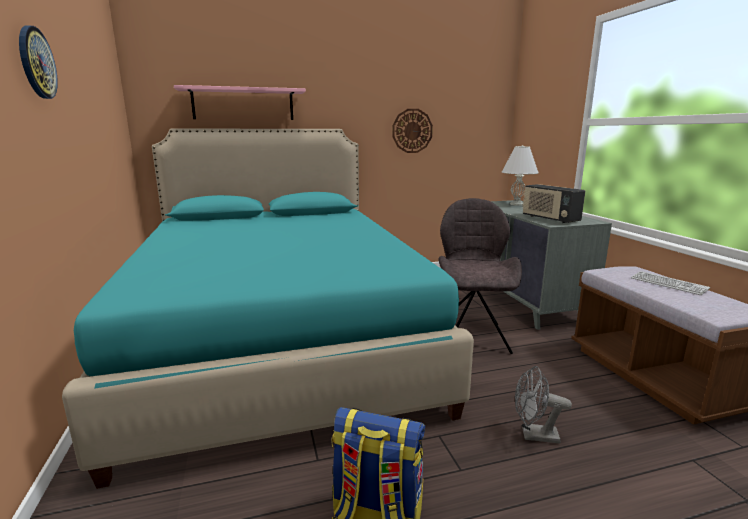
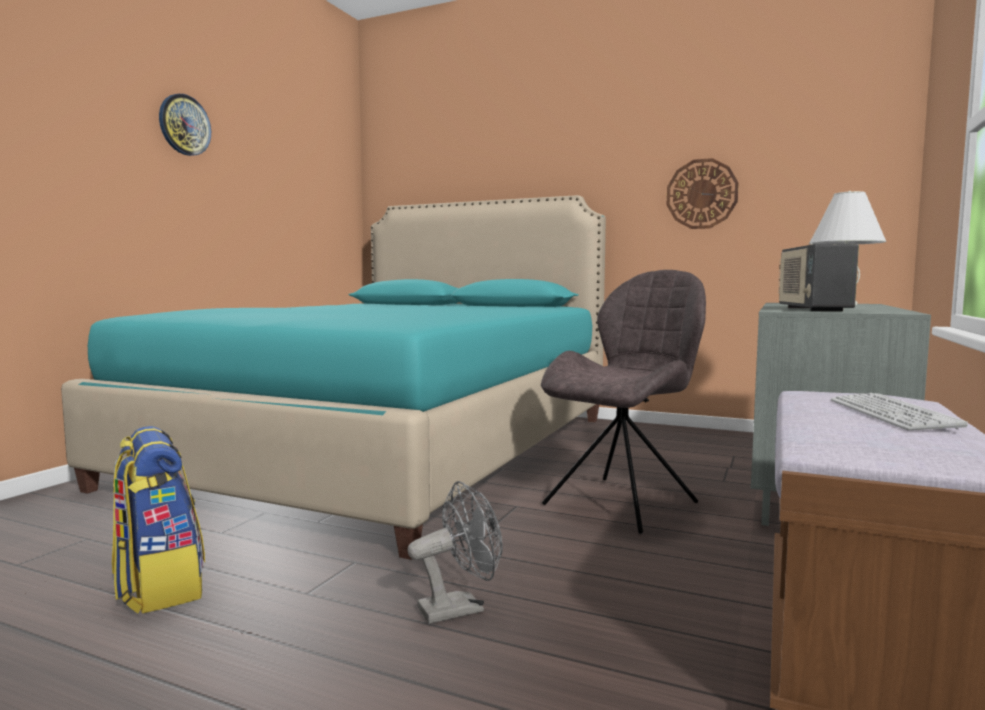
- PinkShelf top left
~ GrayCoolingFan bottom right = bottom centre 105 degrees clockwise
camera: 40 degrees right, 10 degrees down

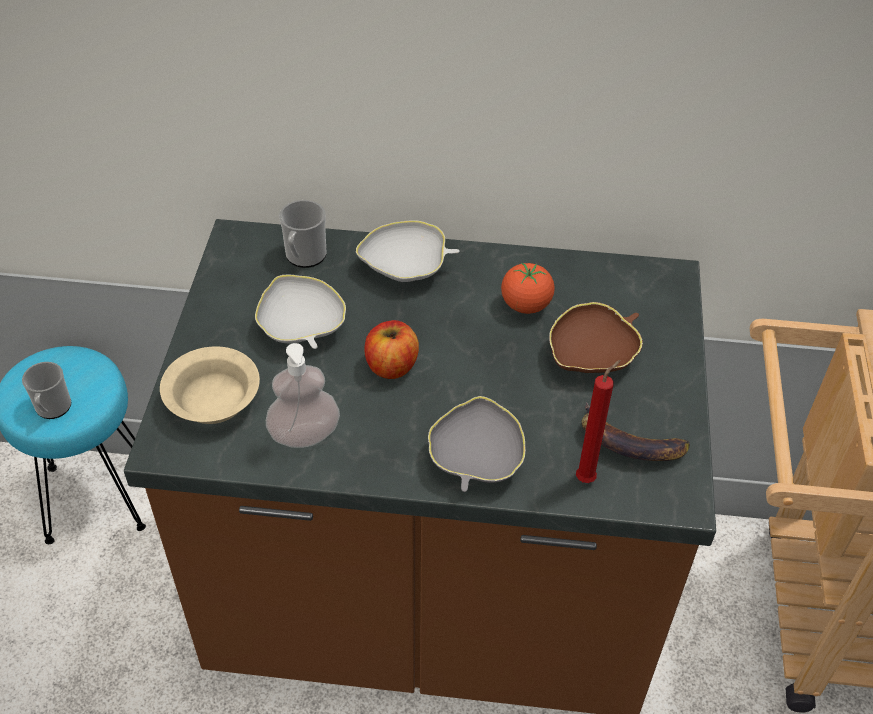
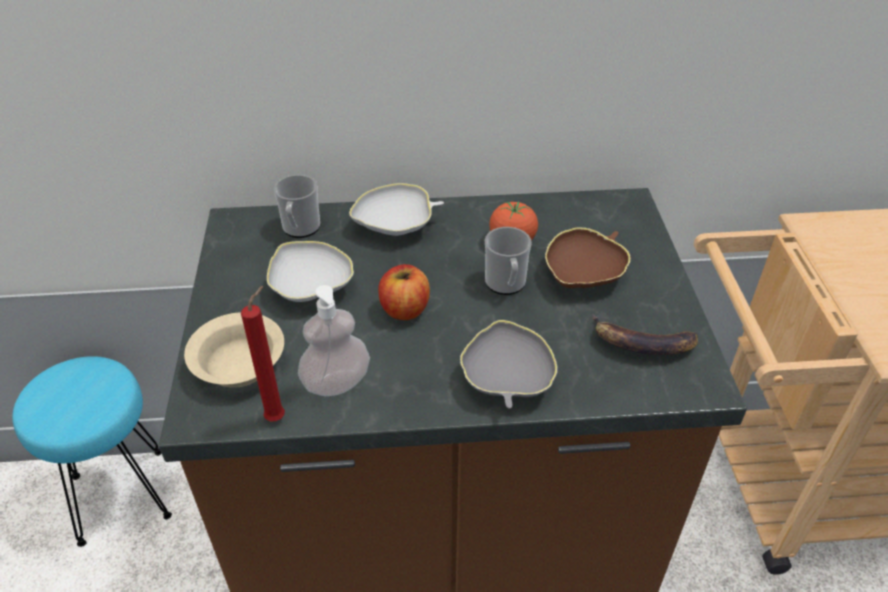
~ TeaMug (1st from left in the first image) middle left to TeaMug (2nd from left) centre
~ RedColouredCandle middle right to middle left
camera: 10 degrees left, 5 degrees down

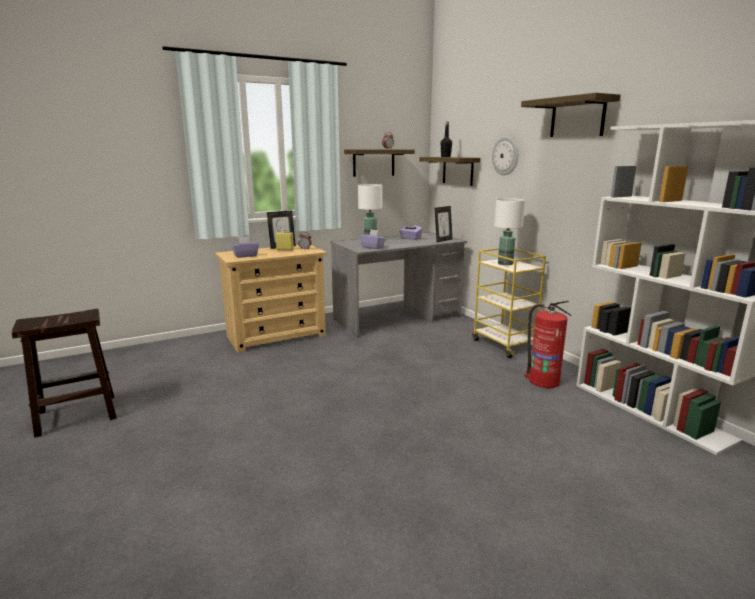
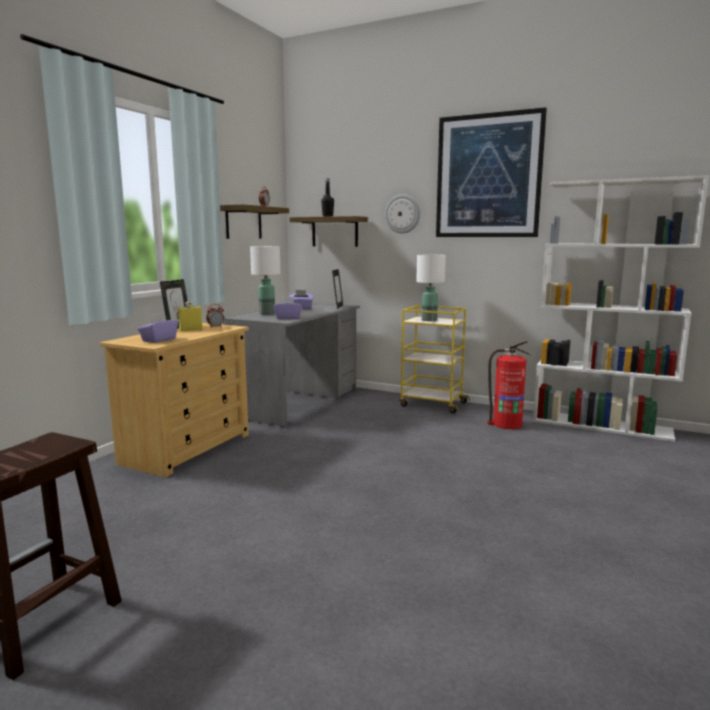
~ Shelf (3rd from left) top right to Picture top right
camera: 35 degrees left, 5 degrees down

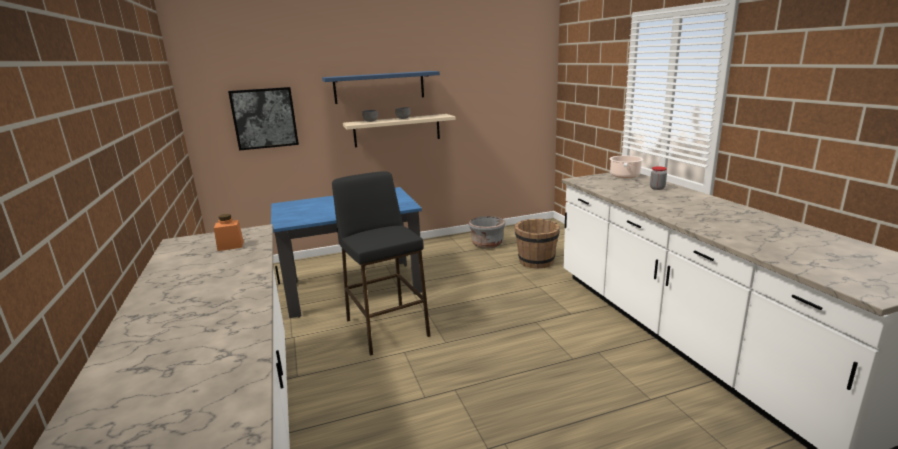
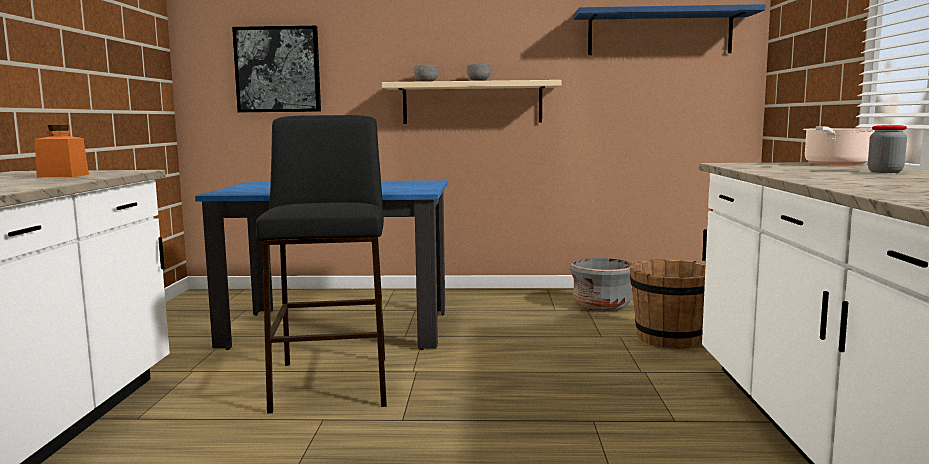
~ BlueShelf top centre to top right
camera: 20 degrees right, 10 degrees down

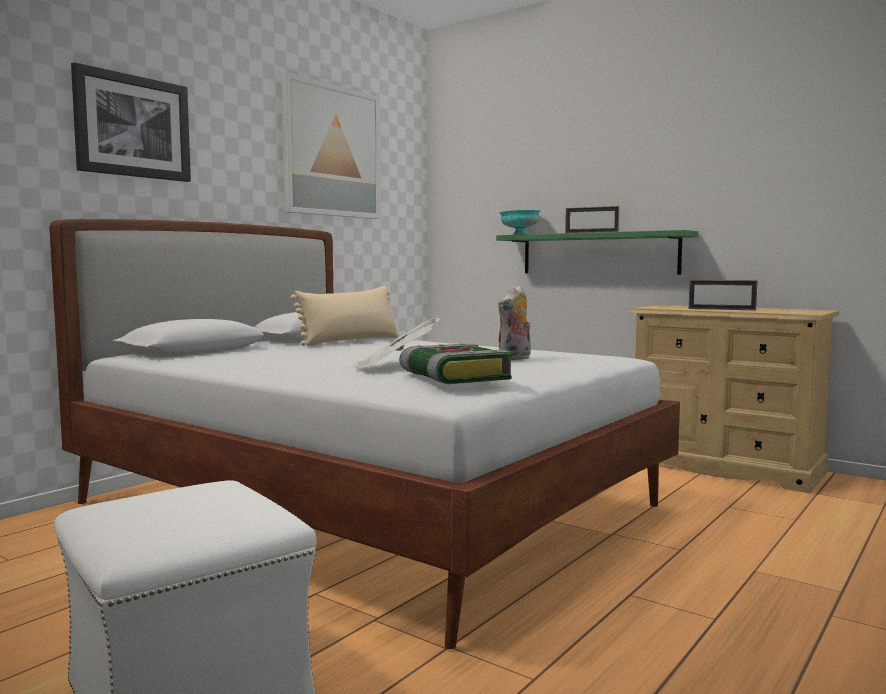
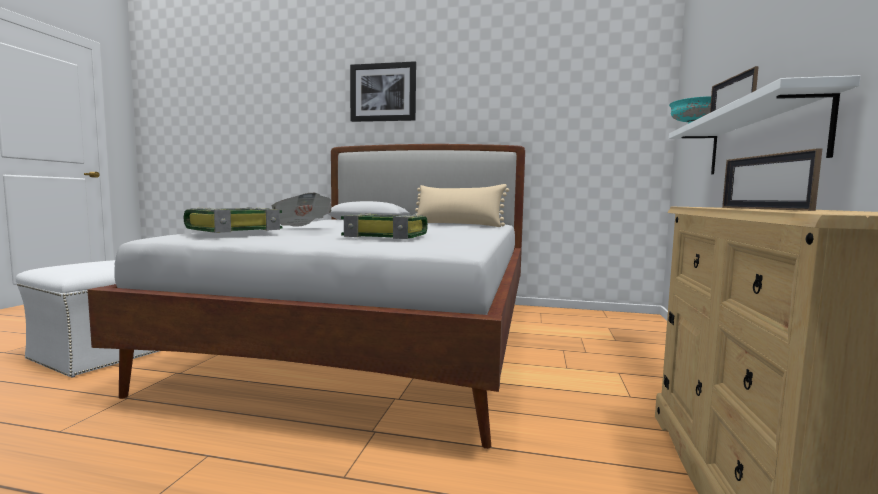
- Picture (2nd from left) top centre
~ GreenColouredShelf middle right to WhiteColouredShelf top right
~ SoftToy centre to Book (2nd from left) centre
camera: 65 degrees right, 0 degrees up

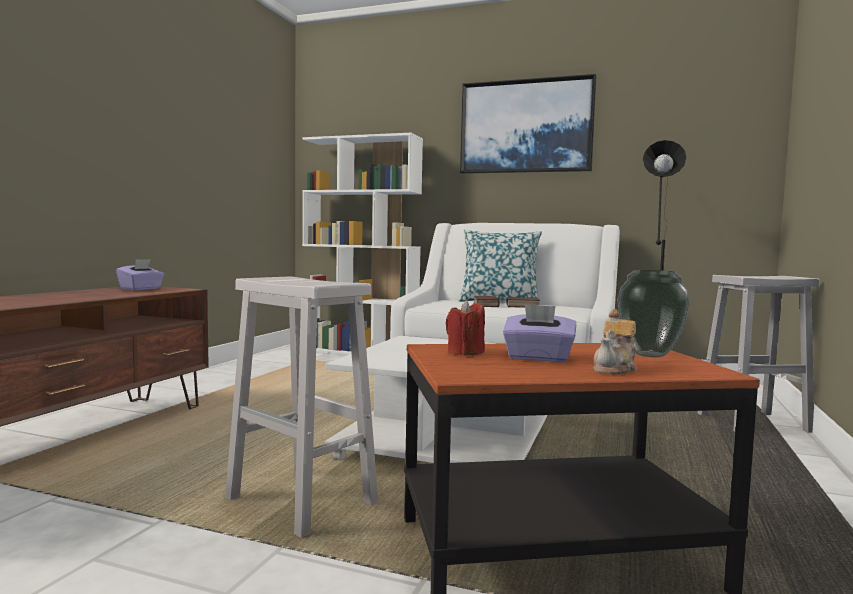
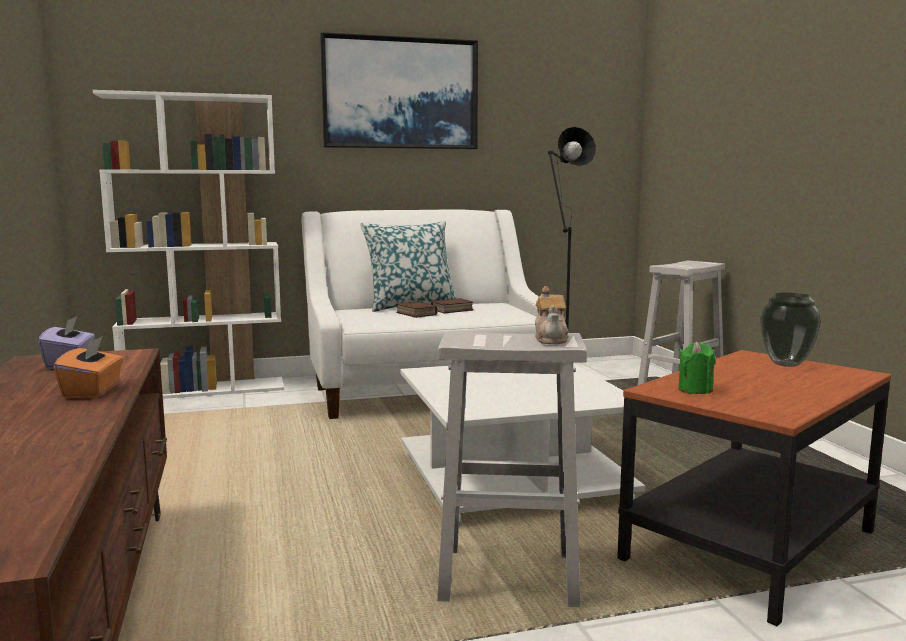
~ RedColouredCandle centre to GreenColouredCandle middle right
- PurpleColouredBoxOfTissues (2nd from left) centre
~ TeaPot middle right to centre
+ OrangeyBoxOfTissues middle left
camera: 35 degrees left, 5 degrees up

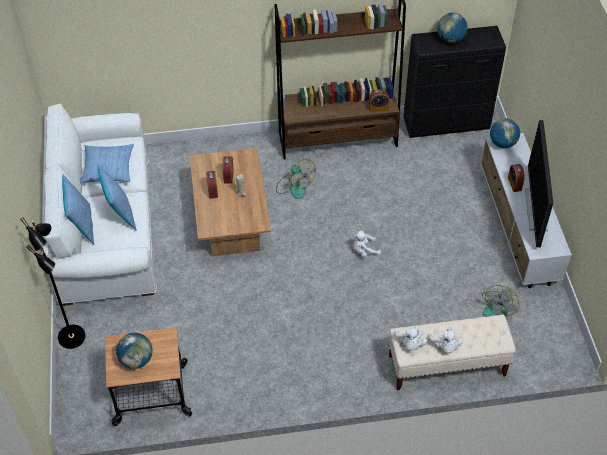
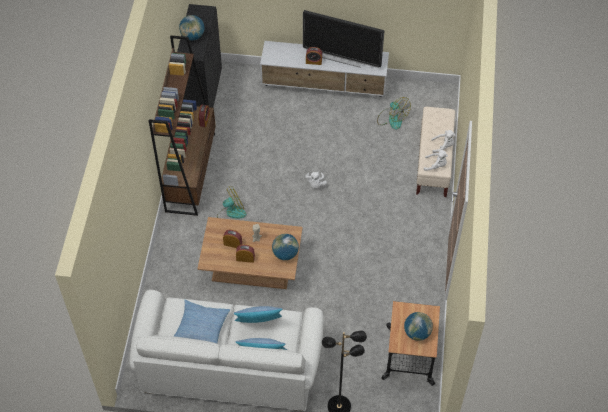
~ Globe (3rd from left in the first image) top right to Globe (2nd from left) centre
camera: 75 degrees left, 5 degrees up

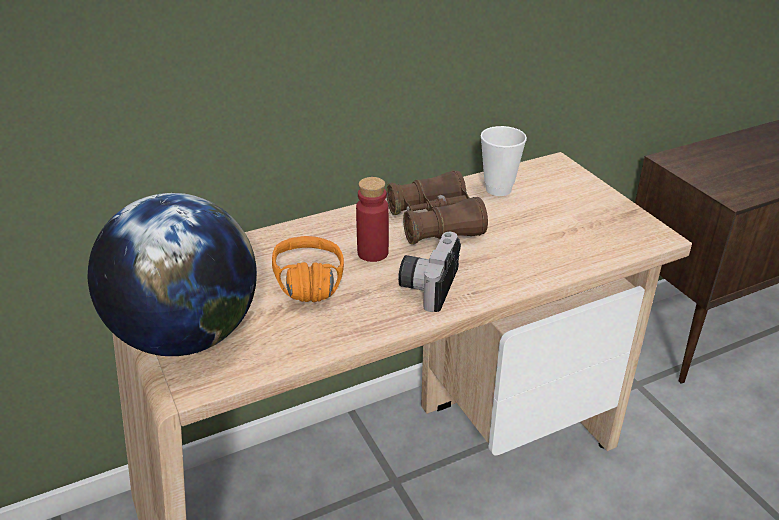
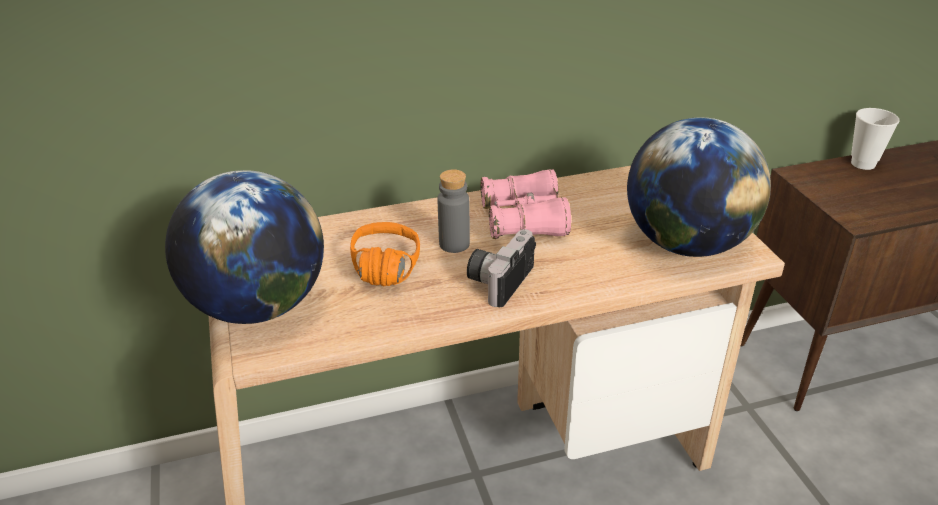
~ RedColouredBottle centre to GrayBottle centre
~ BrownPairOfBinoculars centre to PinkPairOfBinoculars centre
~ Cup top centre to top right
+ Globe (2nd from left) middle right
camera: 10 degrees right, 0 degrees up

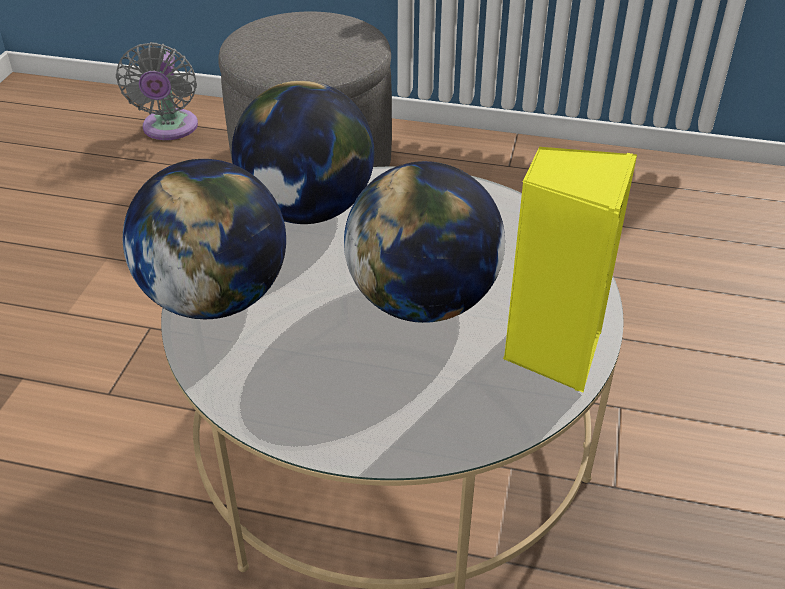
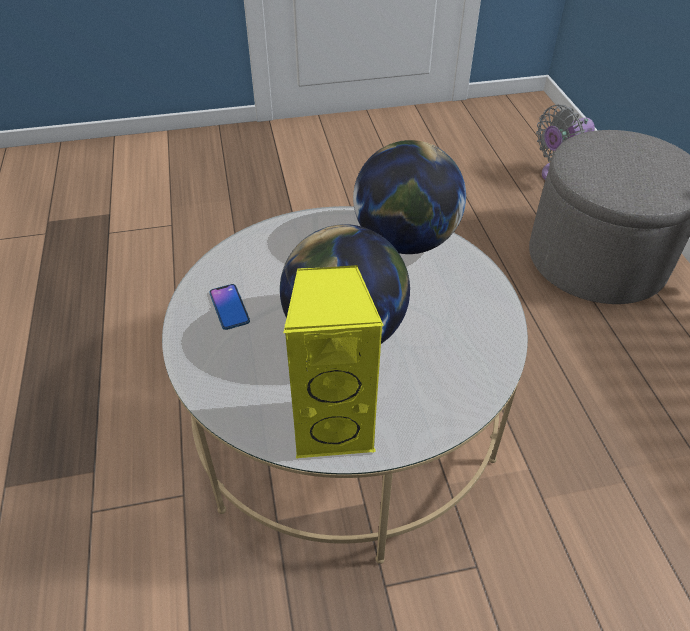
- Globe (1st from left) middle left
+ Telephone middle left
camera: 65 degrees right, 5 degrees up

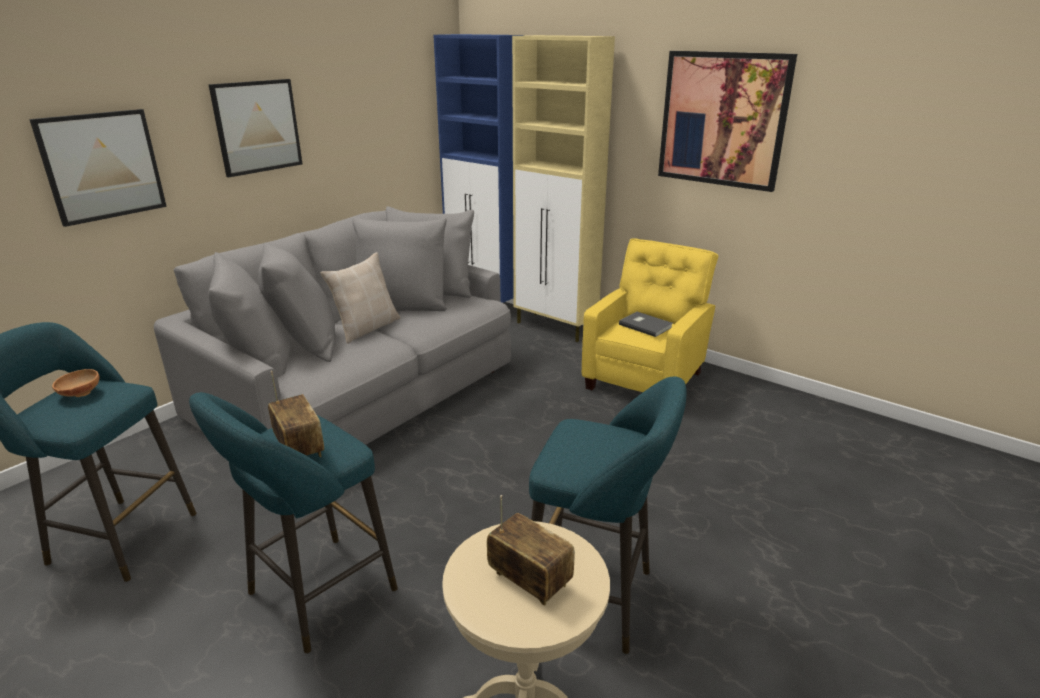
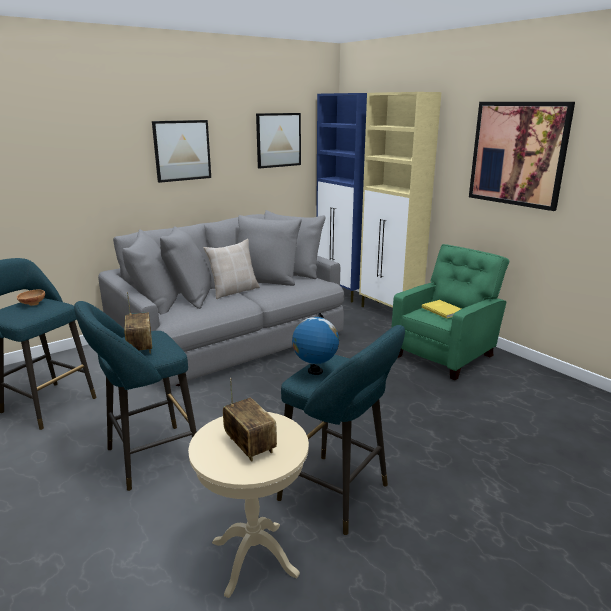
~ Picture (1st from left in the first image) top left to Picture (2nd from left) top centre
~ YellowishLoungeChair centre to GreenColouredLoungeChair middle right
~ GrayBook centre to YellowishBook middle right
+ Globe centre
camera: 15 degrees right, 5 degrees down

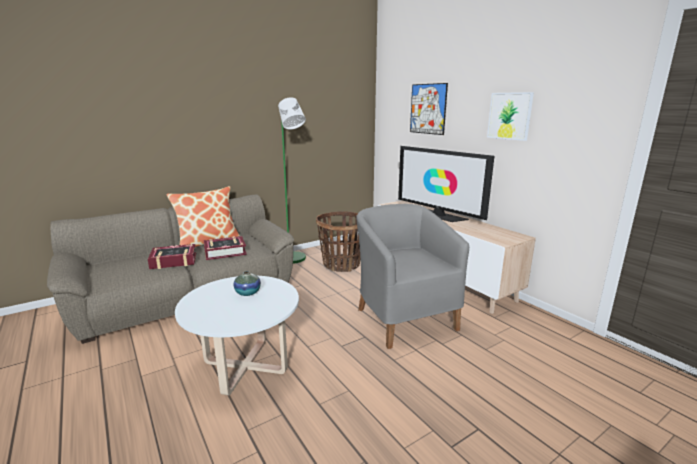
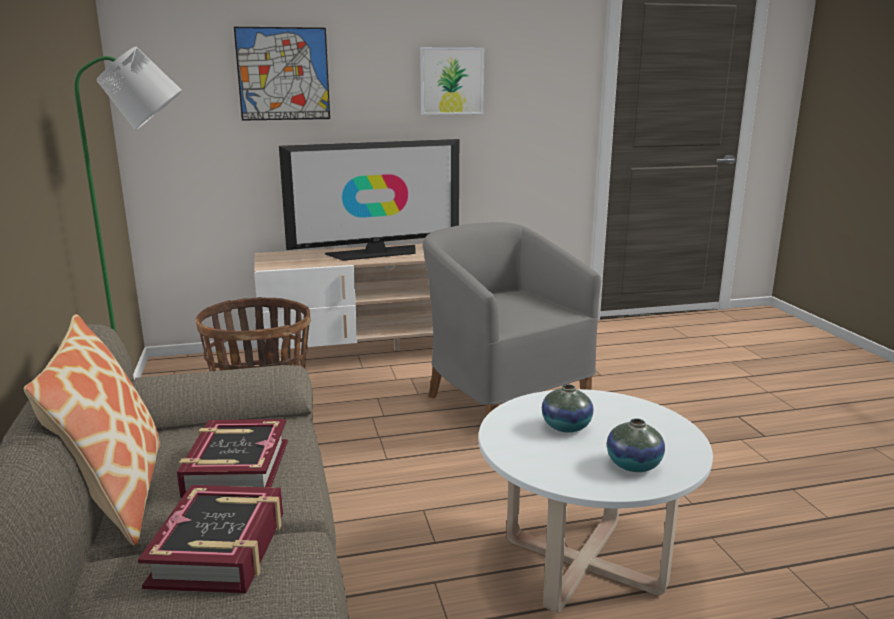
~ GrayLoungeChair centre = centre 60 degrees clockwise
+ DecorativeVase (2nd from left) bottom right
camera: 70 degrees left, 0 degrees up

